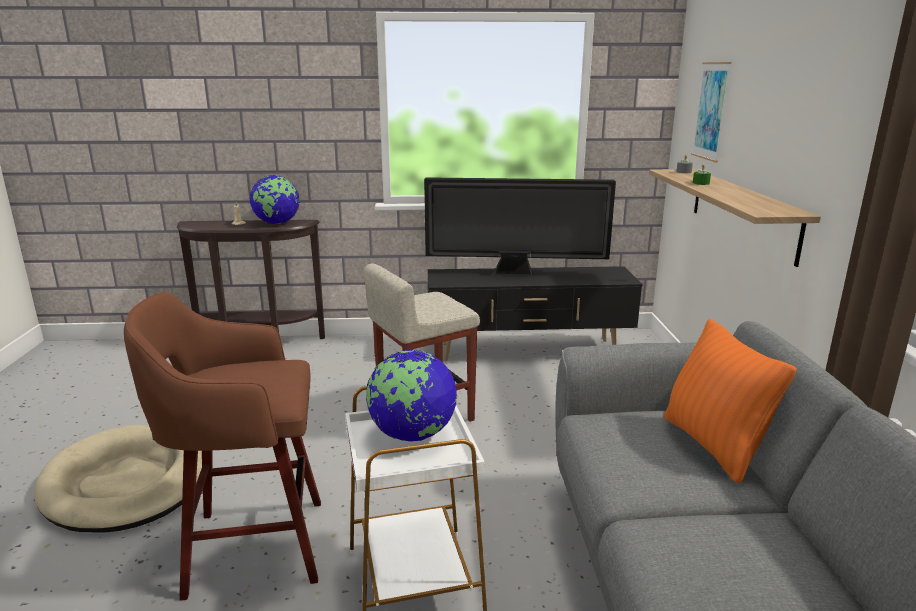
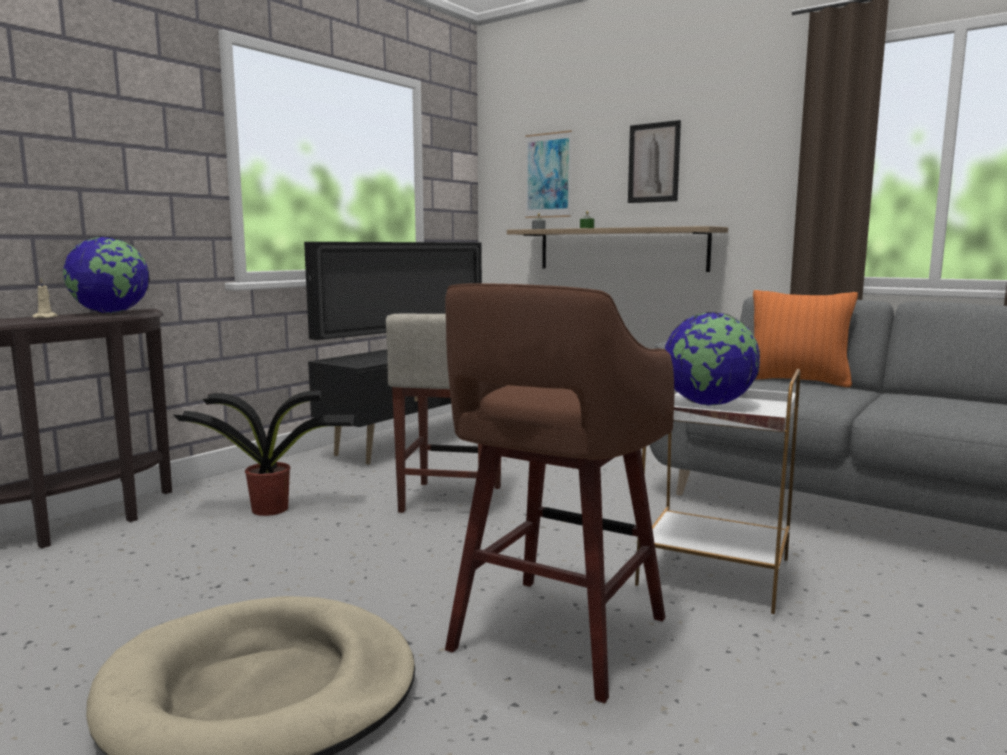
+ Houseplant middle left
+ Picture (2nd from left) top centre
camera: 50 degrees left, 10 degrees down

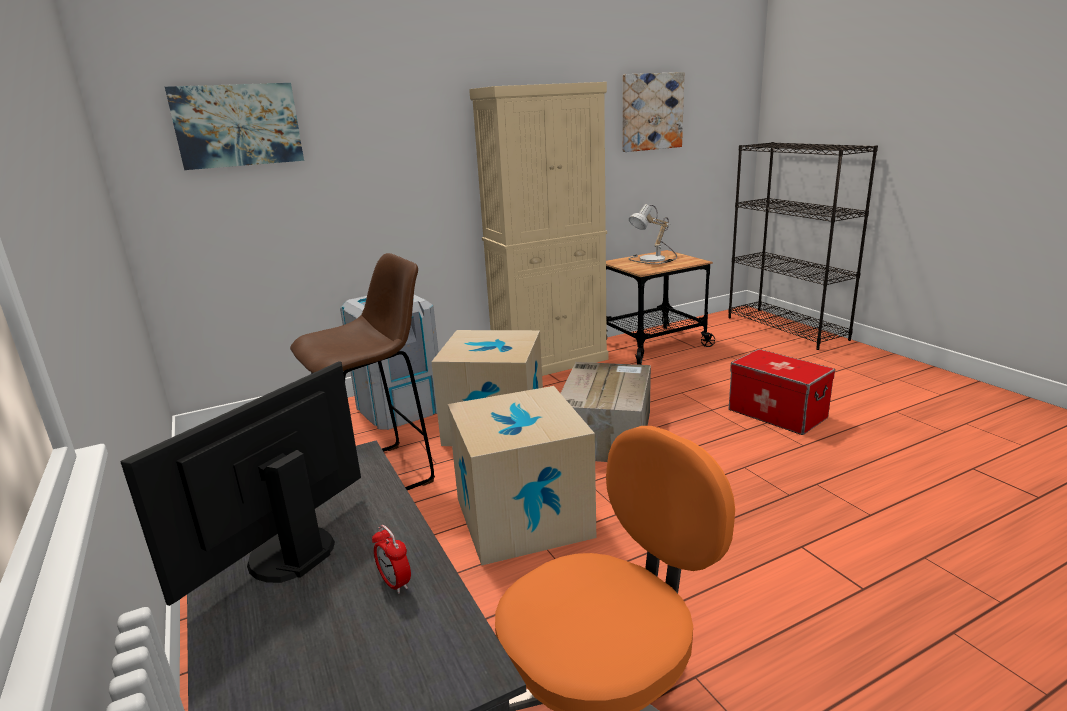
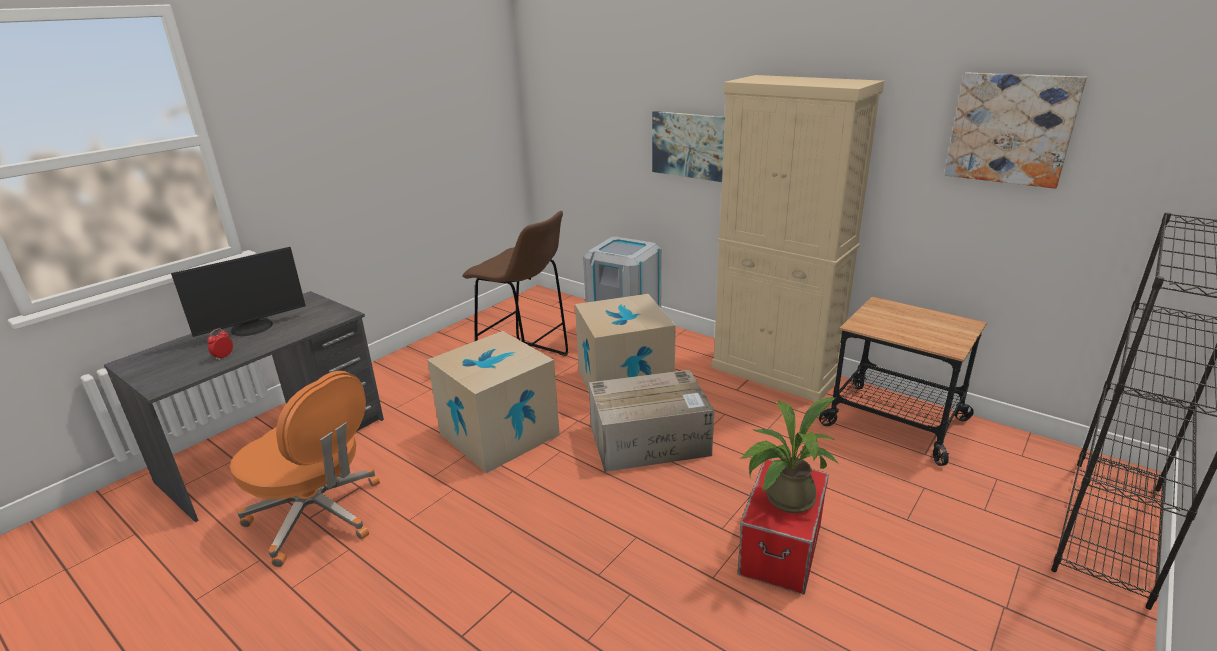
~ ComputerDisplay bottom left = middle left 135 degrees clockwise
~ Picture (1st from left) top left to top centre
- LampForATable top centre
+ Houseplant bottom centre
camera: 65 degrees right, 5 degrees up

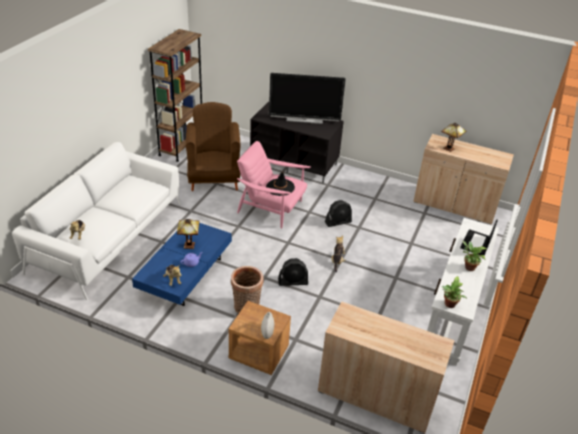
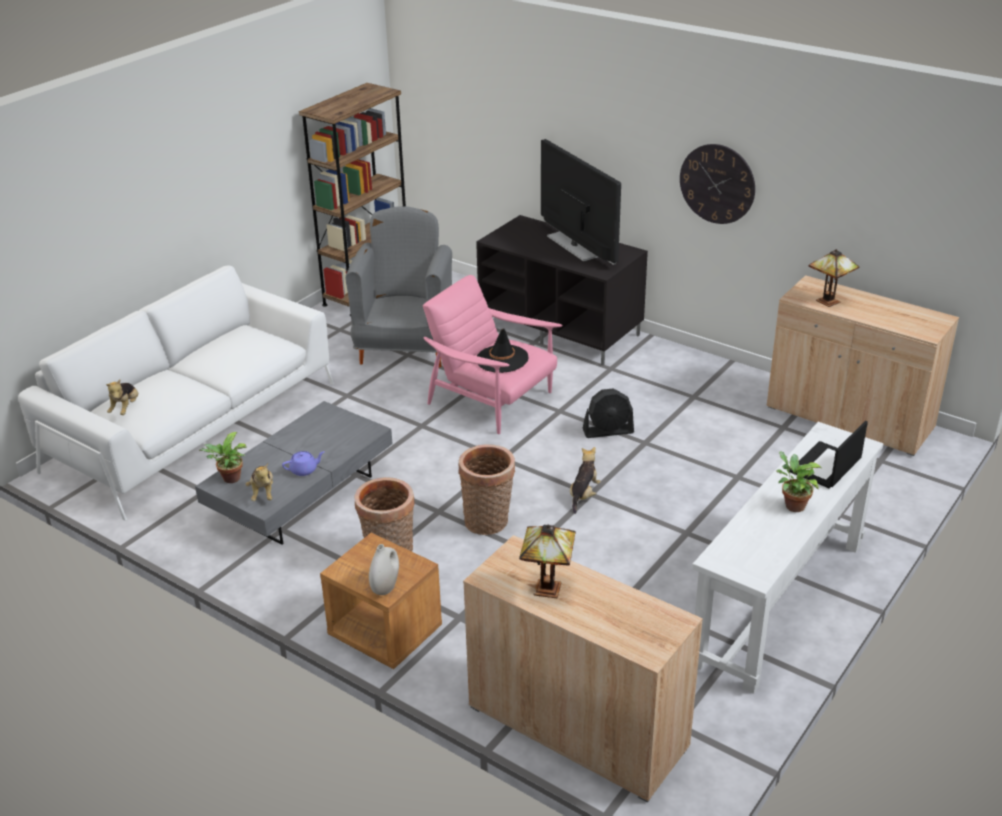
~ BlueLoungeTable middle left to GrayLoungeTable middle left
~ LampForATable (1st from left) middle left to bottom centre
~ BrownLoungeChair centre to GrayLoungeChair centre
~ Tv top centre = top centre 135 degrees counterclockwise
~ BlackCoolingFan (1st from left) centre to Basket (2nd from left) centre
~ Houseplant (1st from left) bottom right to middle left
+ WallClock top right
camera: 15 degrees right, 5 degrees down

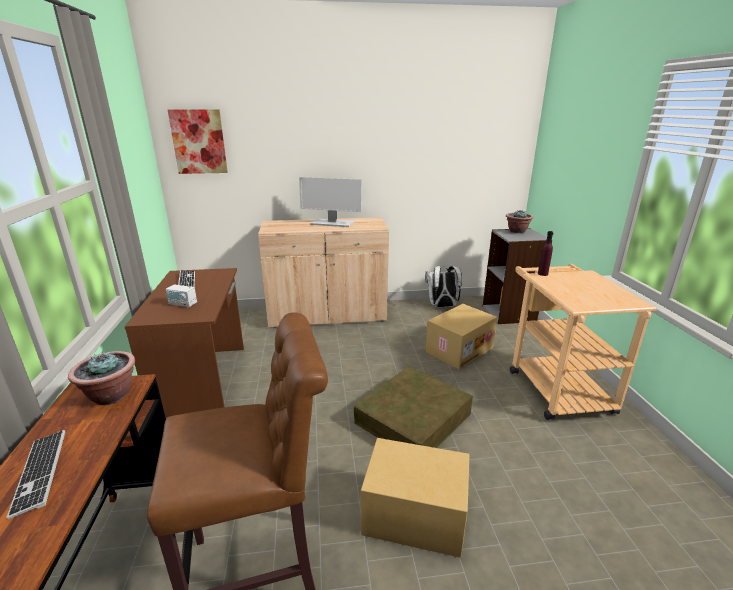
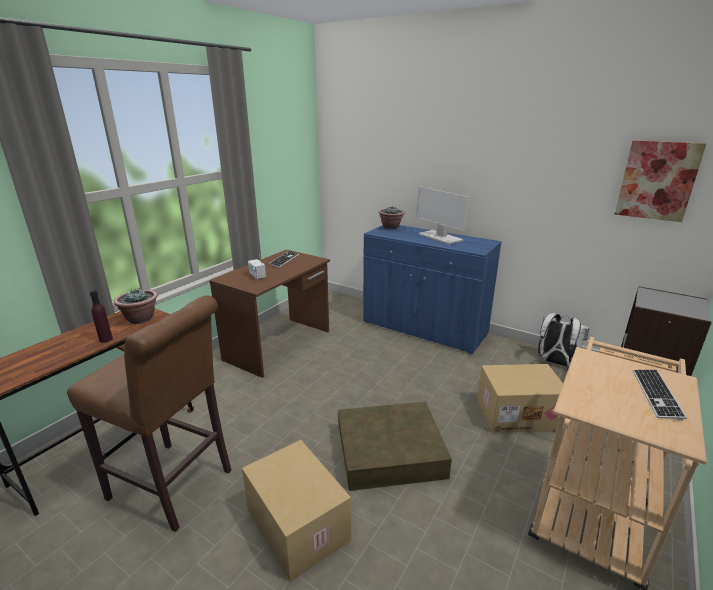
~ ComputerKeyboard (1st from left in the first image) bottom left to ComputerKeyboard (2nd from left) bottom right
~ Picture top left to top right
~ SandColouredCabinet centre to BlueCabinet centre
~ Houseplant (2nd from left) middle right to centre
~ PurpleColouredBottle middle right to middle left
camera: 40 degrees right, 0 degrees up

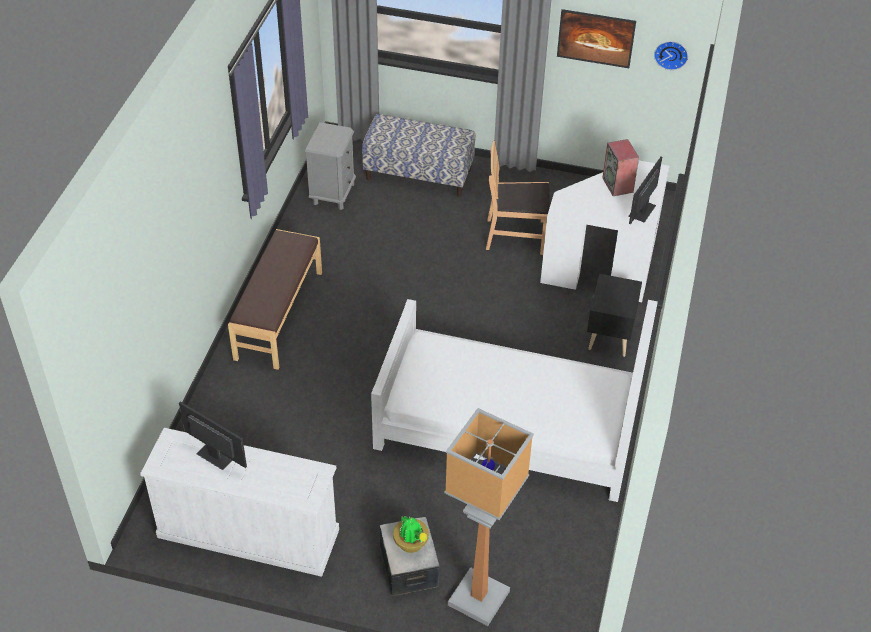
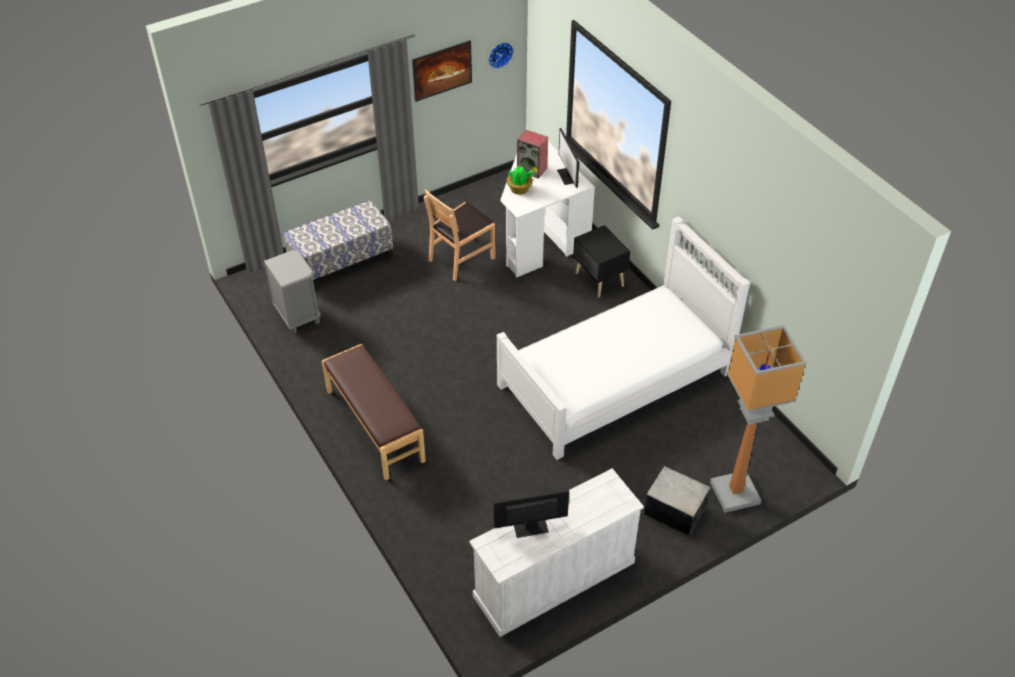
~ Houseplant bottom centre to top centre
camera: 45 degrees left, 0 degrees up

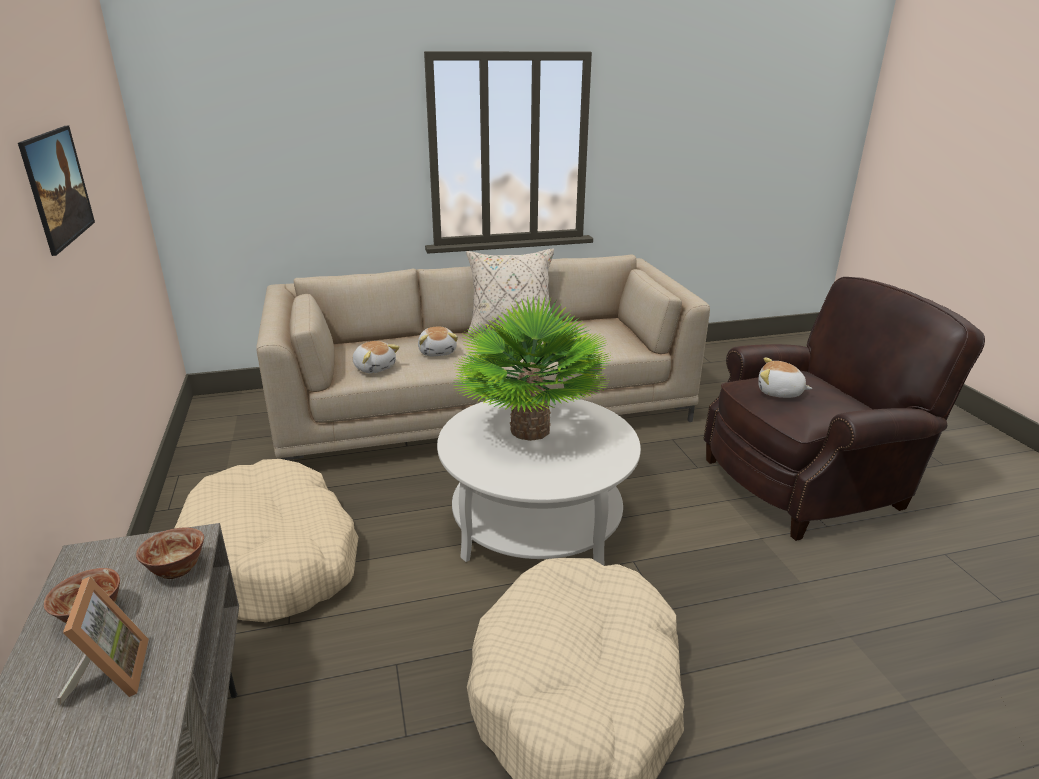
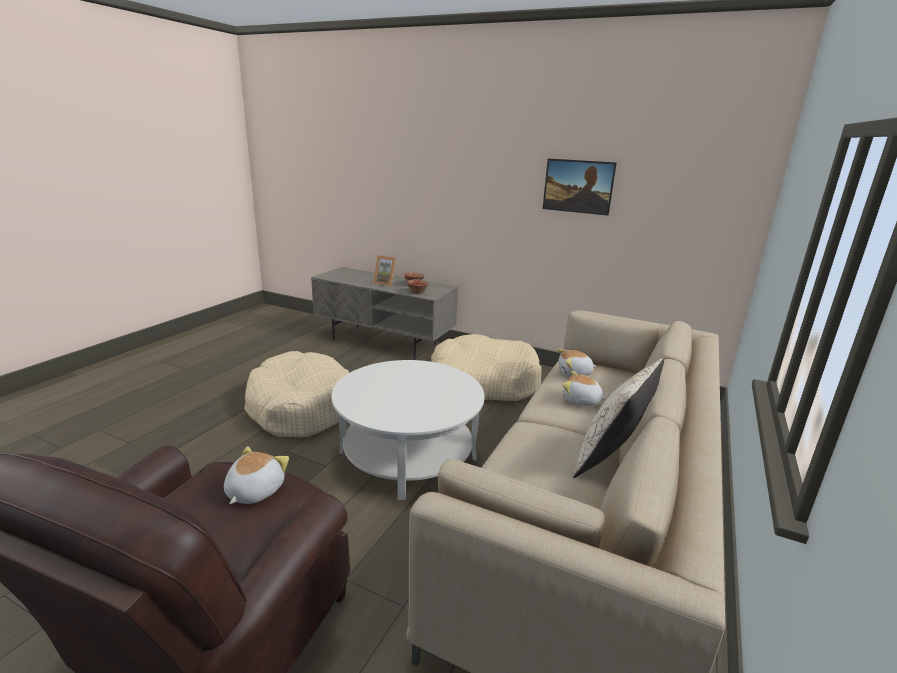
- Houseplant centre
~ SoftToy (3rd from left in the first image) middle right = bottom left 45 degrees counterclockwise
camera: 130 degrees right, 5 degrees down

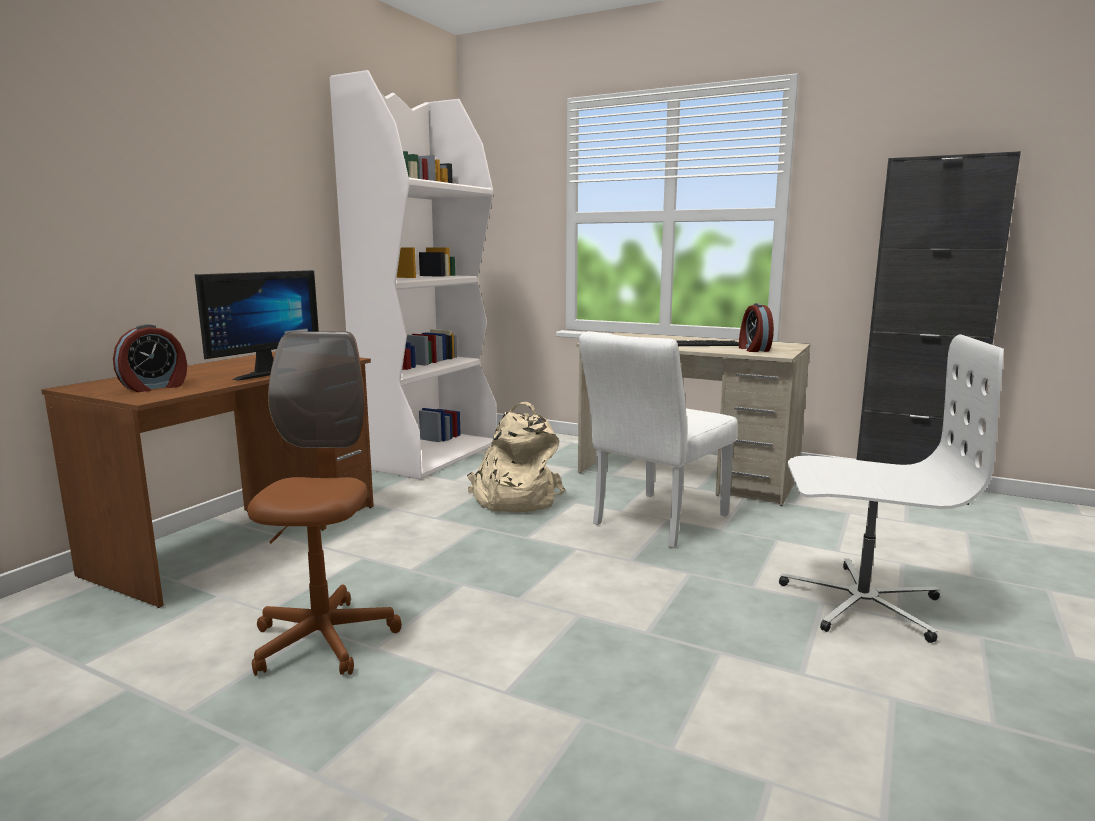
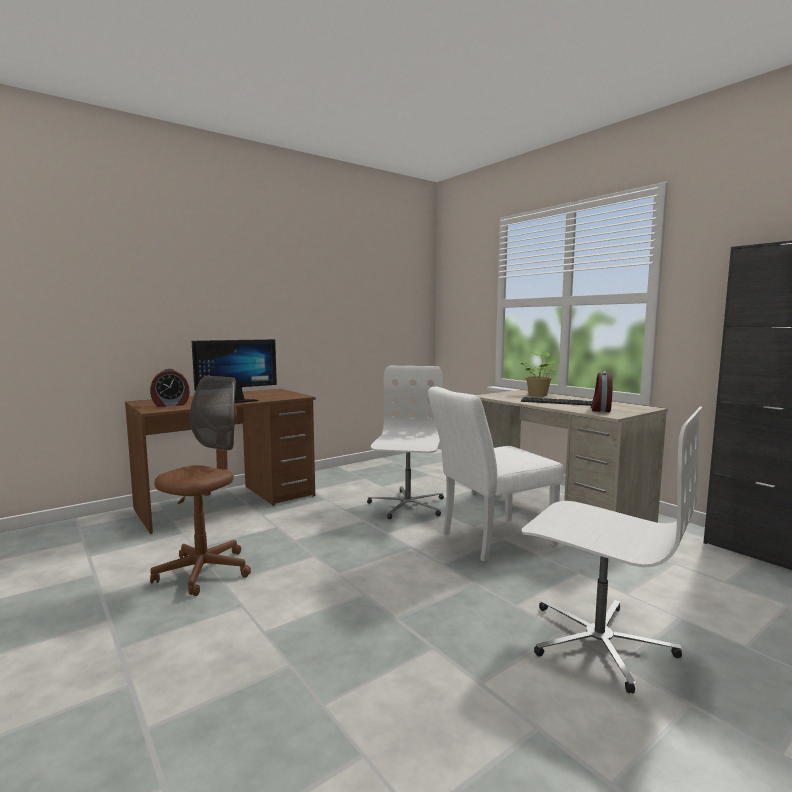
- WhiteColouredShelvingUnit centre
~ SandColouredBackpack centre to WhiteColouredOfficeChair (1st from left) centre
+ Houseplant middle right
camera: 25 degrees right, 5 degrees down

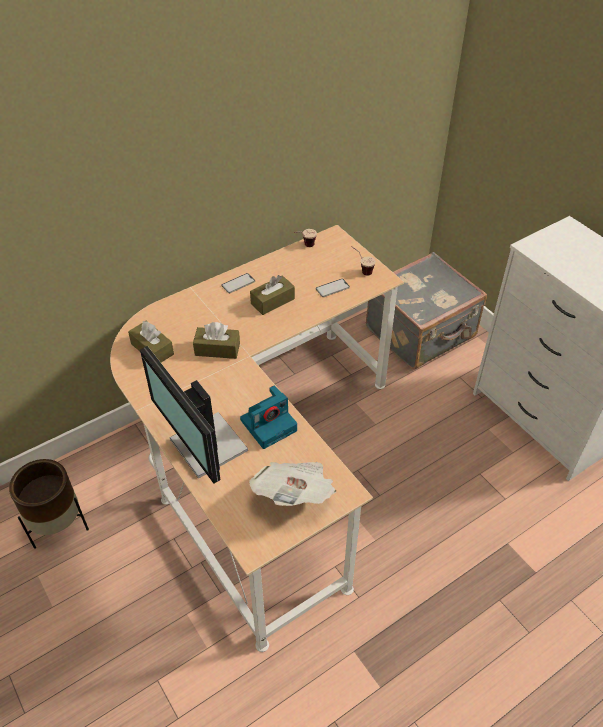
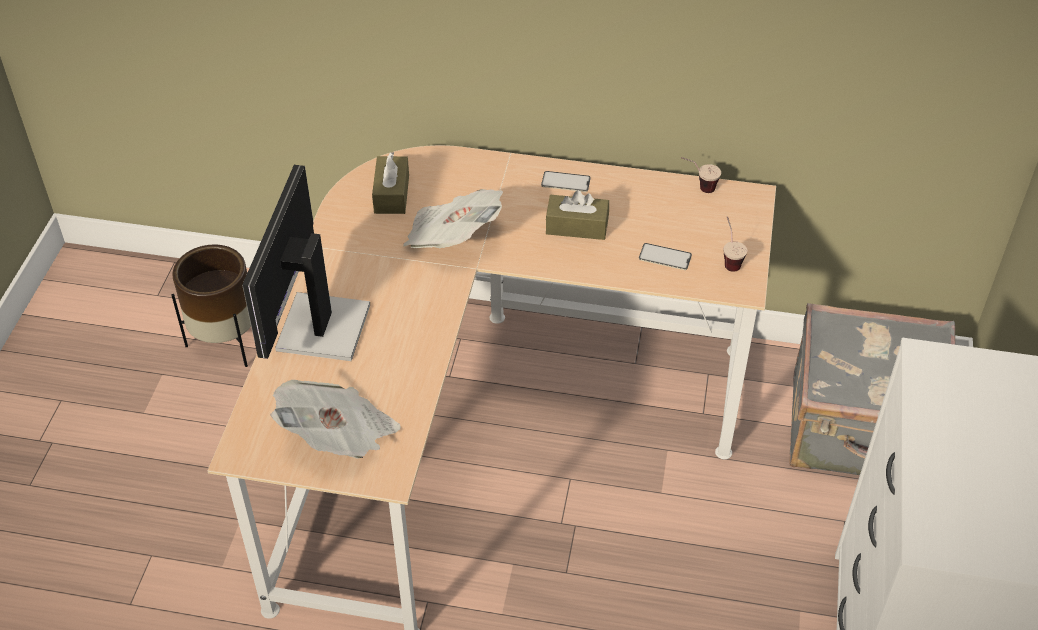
~ BrownBoxOfTissues (2nd from left) centre to Newspaper (2nd from left) centre
- StillCamera centre
camera: 45 degrees right, 0 degrees up

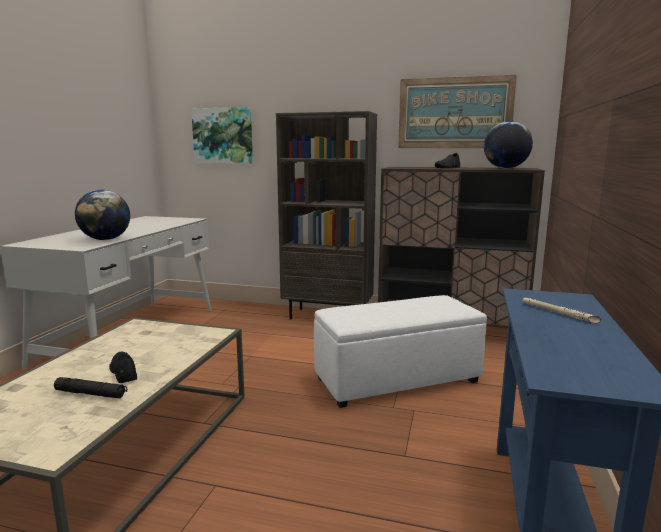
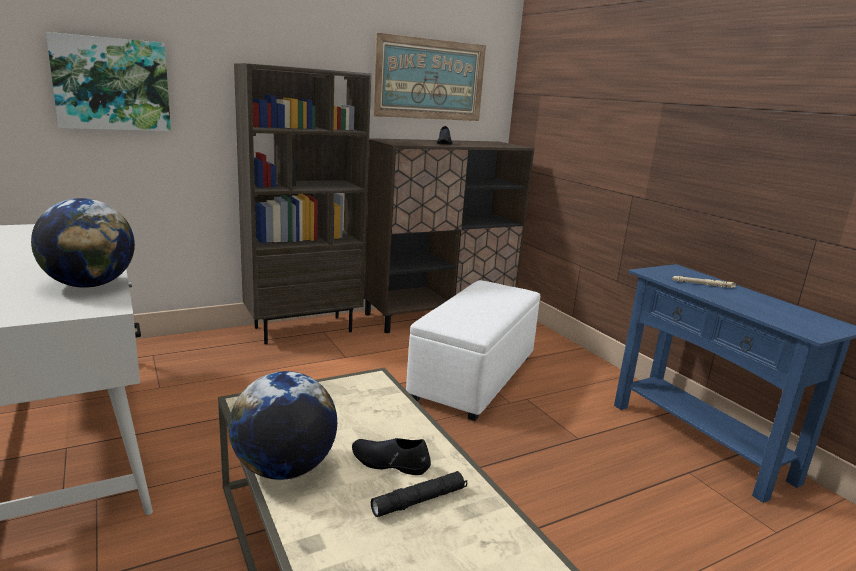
~ Globe (2nd from left) top right to bottom left
camera: 45 degrees left, 5 degrees up

